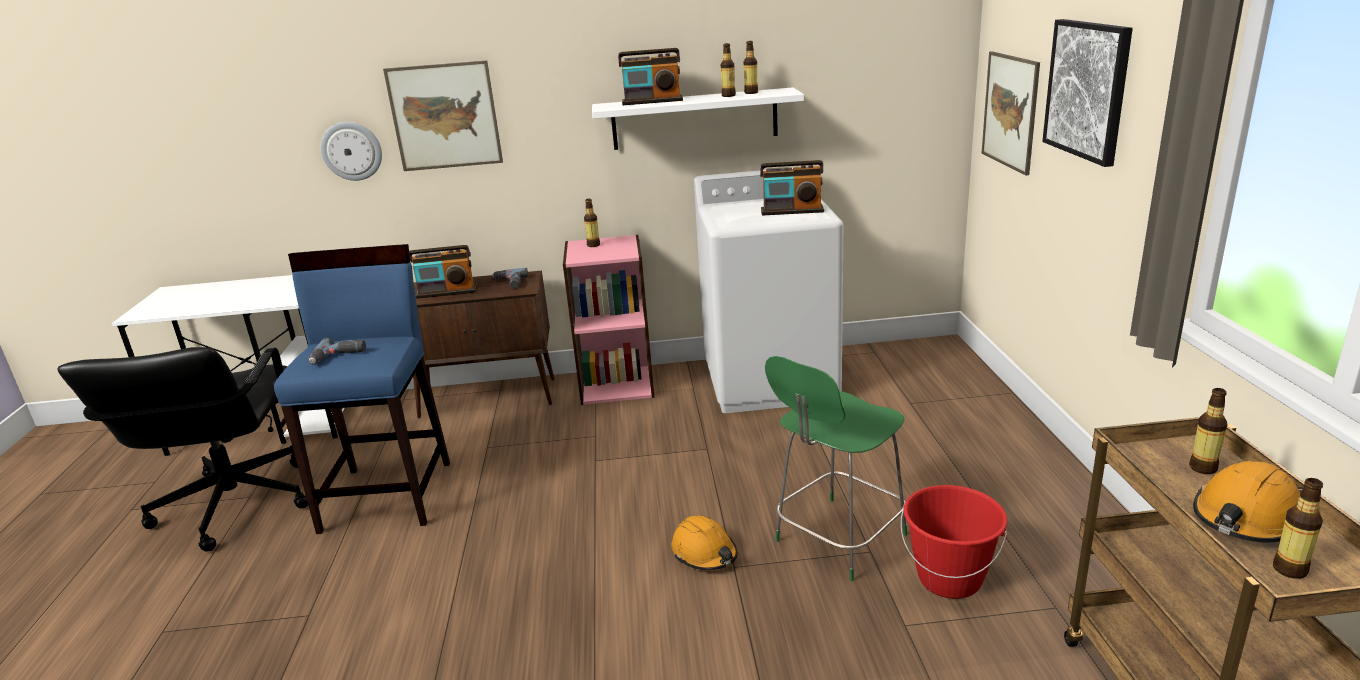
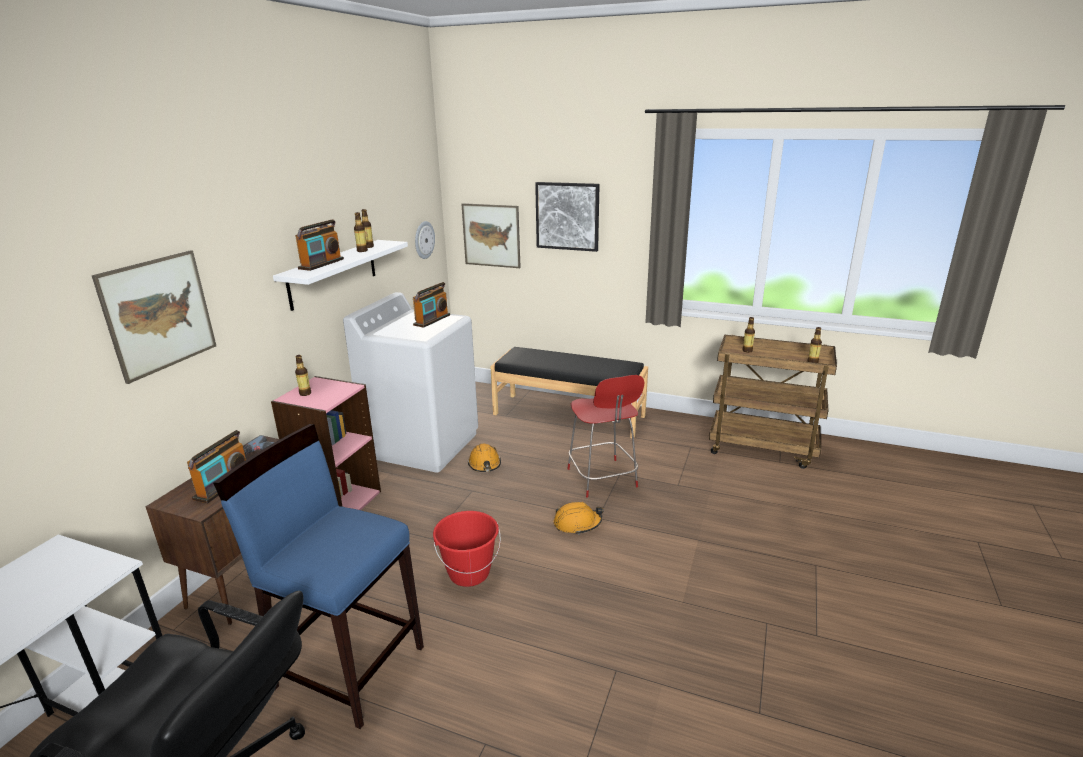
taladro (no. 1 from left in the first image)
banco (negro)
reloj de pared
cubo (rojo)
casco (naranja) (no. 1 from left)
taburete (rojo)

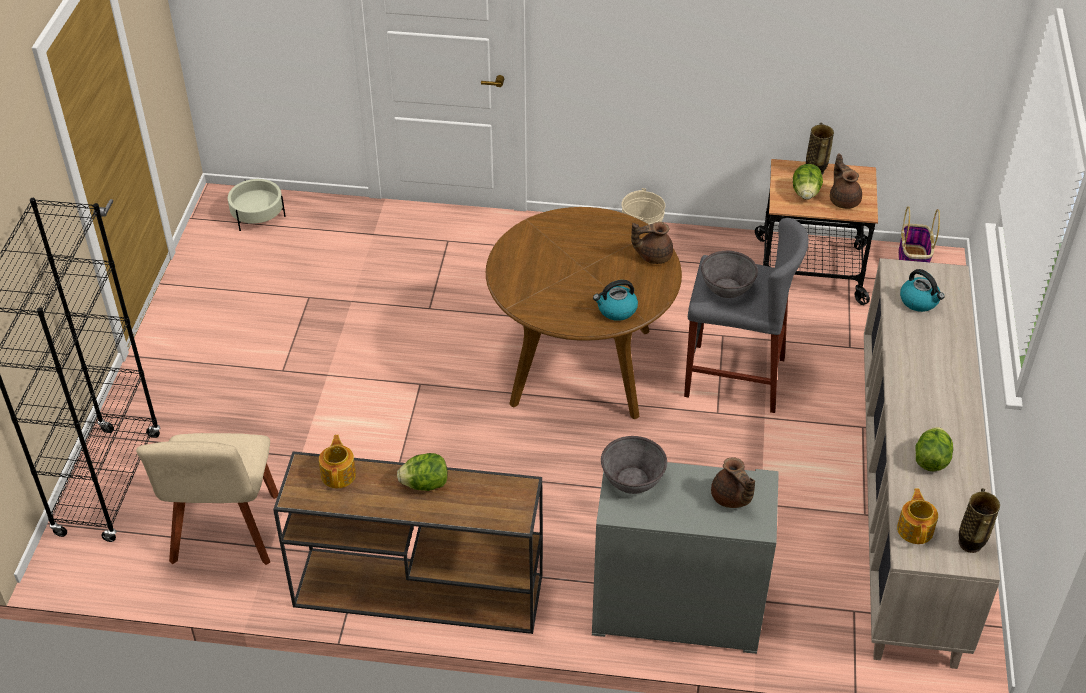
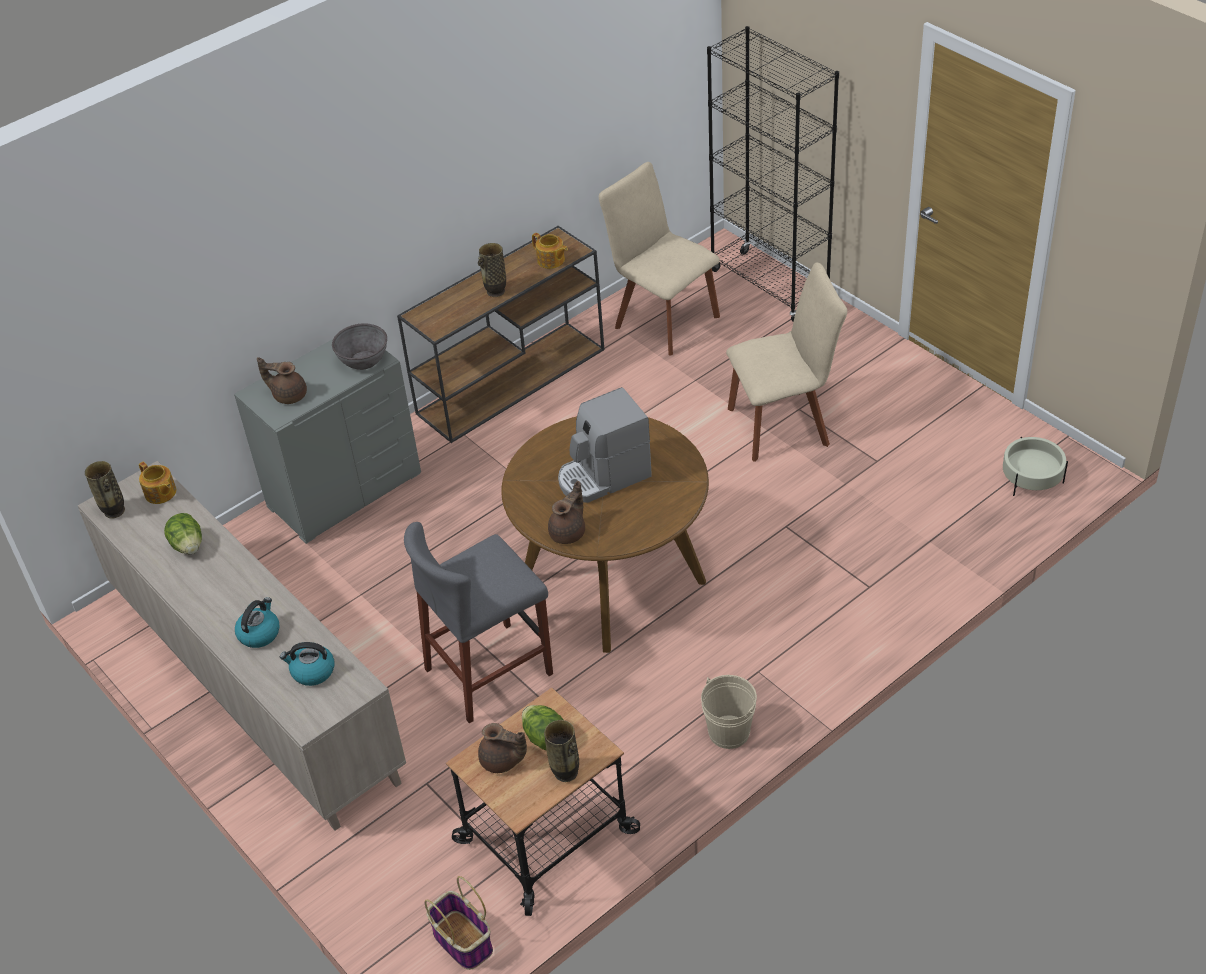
cuenco (gris) (no. 2 from left in the first image)
cafetera
silla (beis) (no. 2 from left)
hervidor (no. 1 from left)
florero (no. 2 from left)

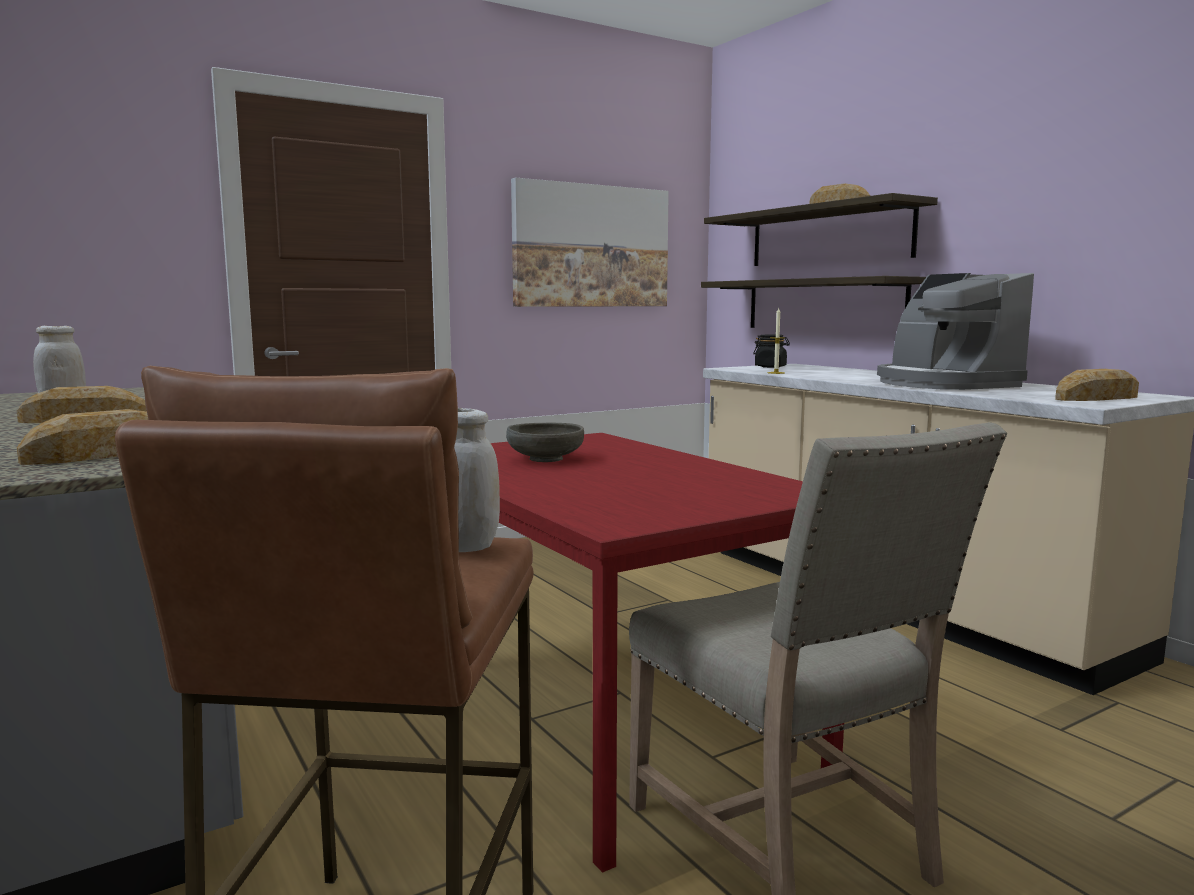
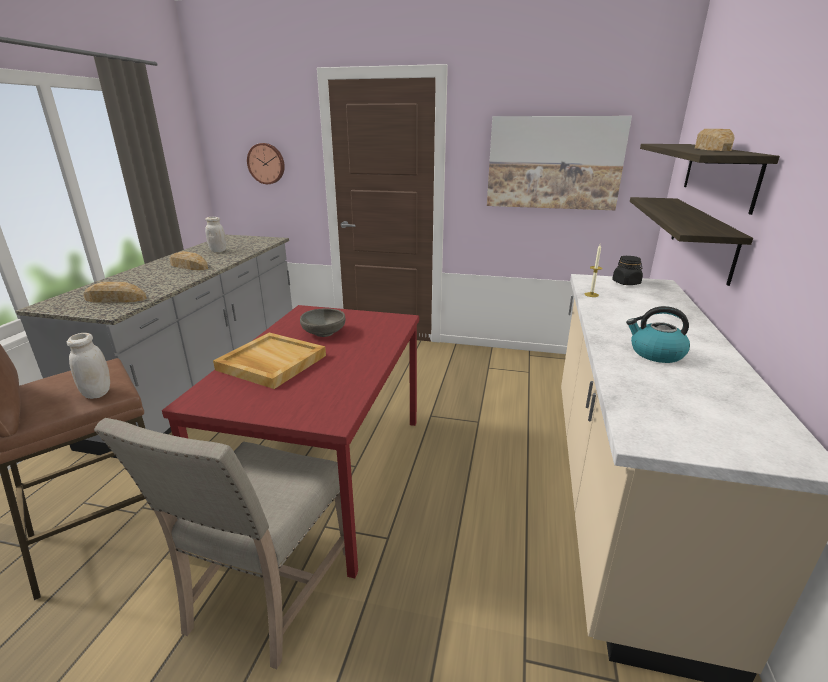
pan (no. 4 from left in the first image)
bandeja (beis)
reloj de pared
hervidor

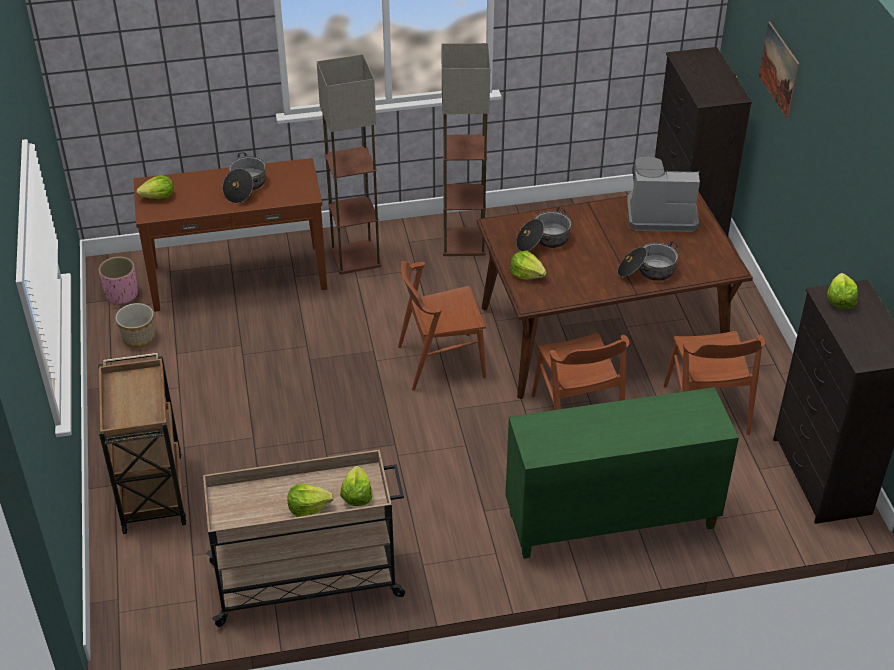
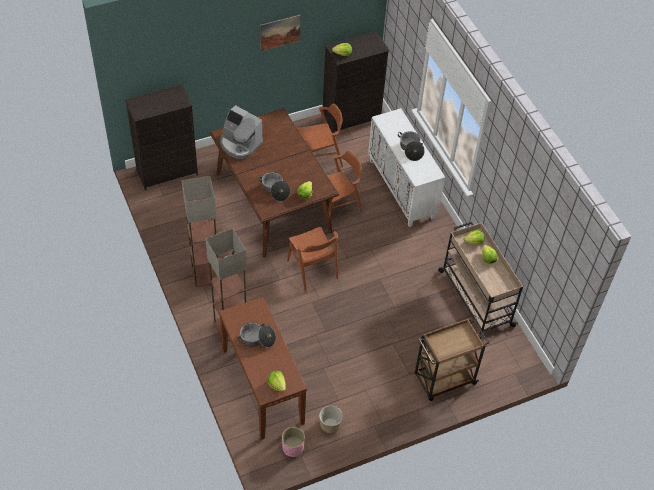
olla (no. 3 from left)
cuadro
armario (blanco)
cafetera

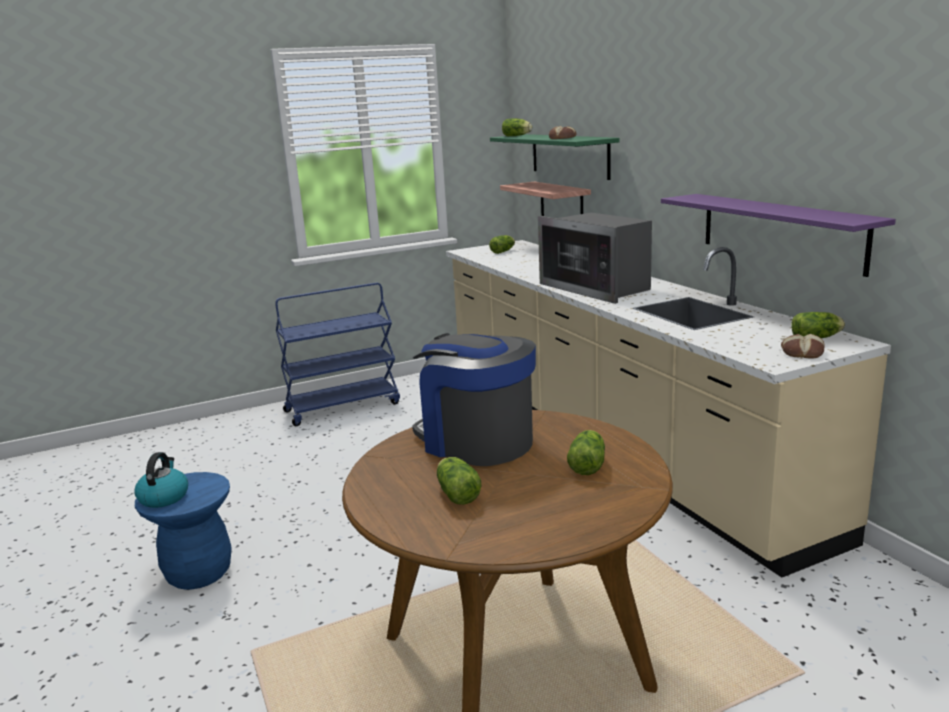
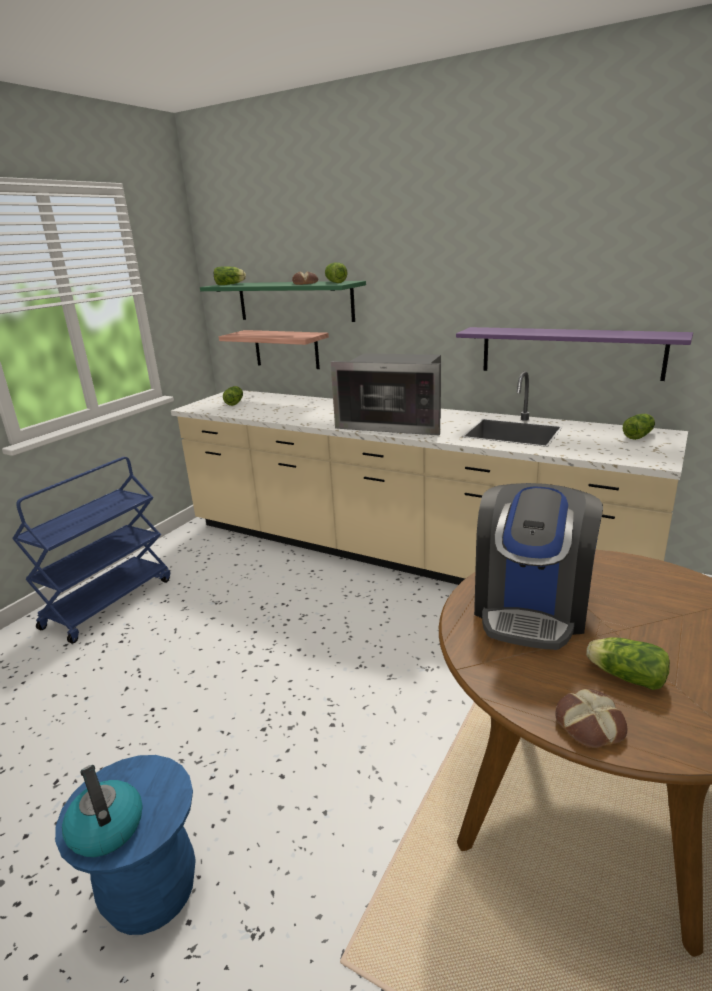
lechuga (no. 3 from left)
pan (no. 2 from left)
cafetera

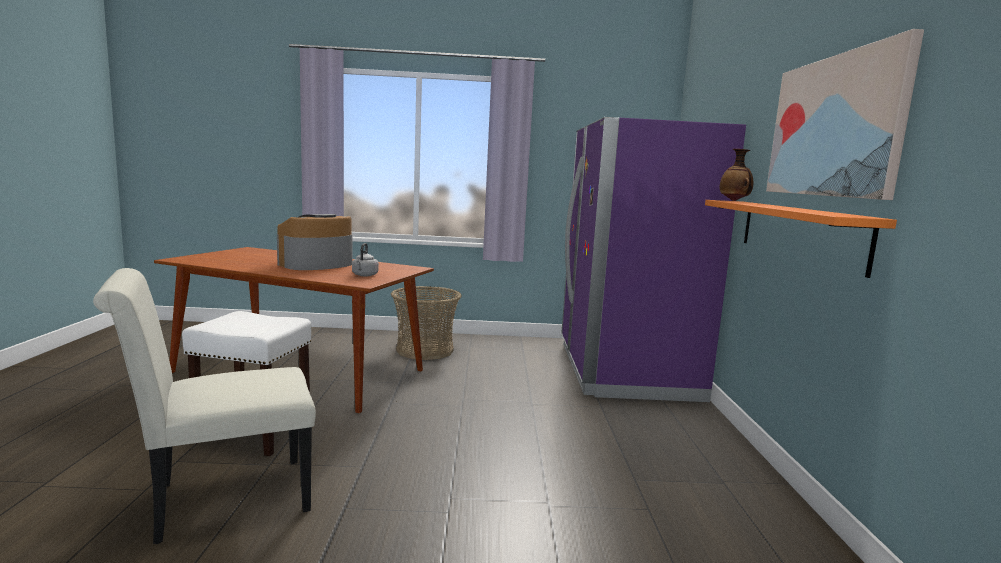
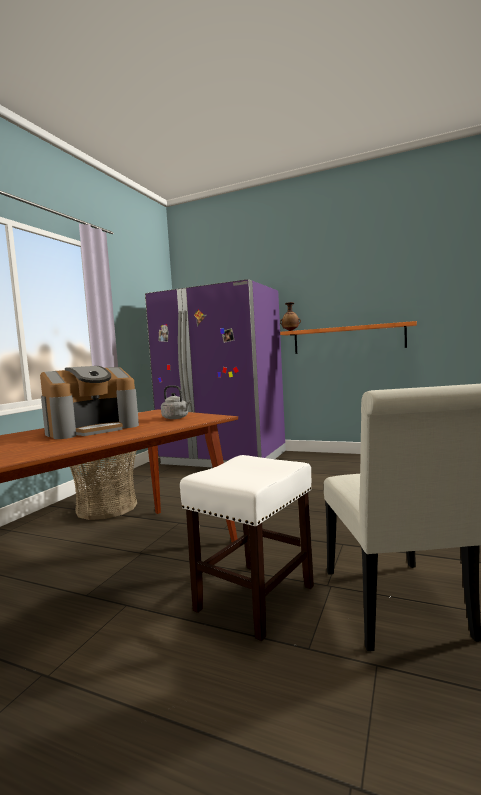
cuadro
cafetera

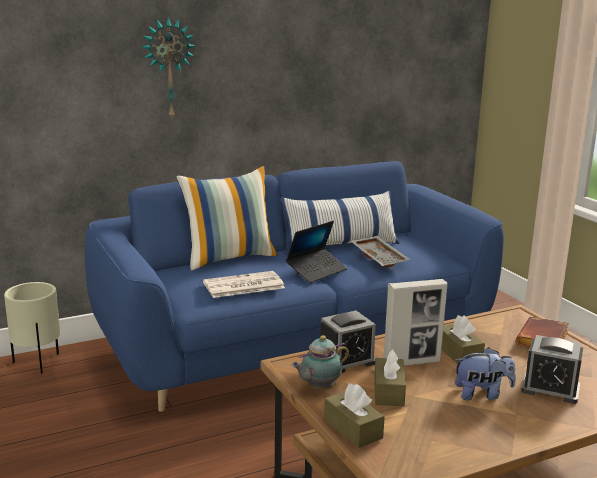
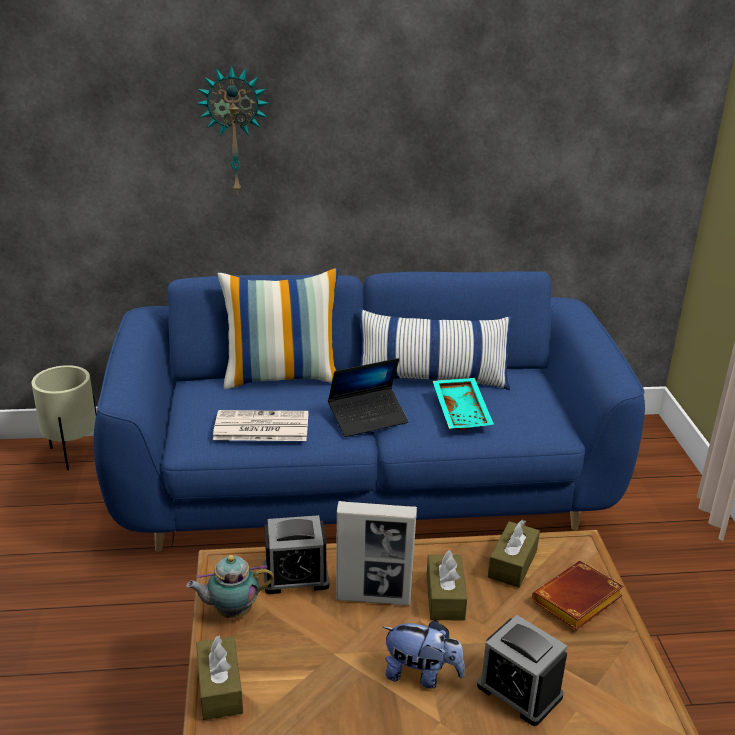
caja de pañuelos (marrón) (no. 3 from left)
bandeja (turquesa)

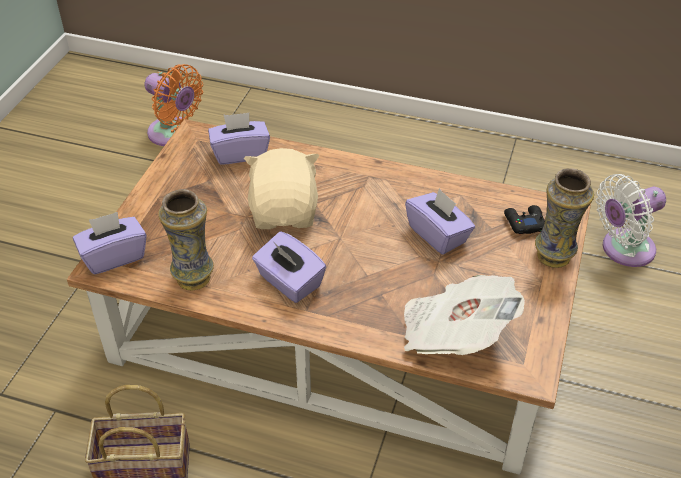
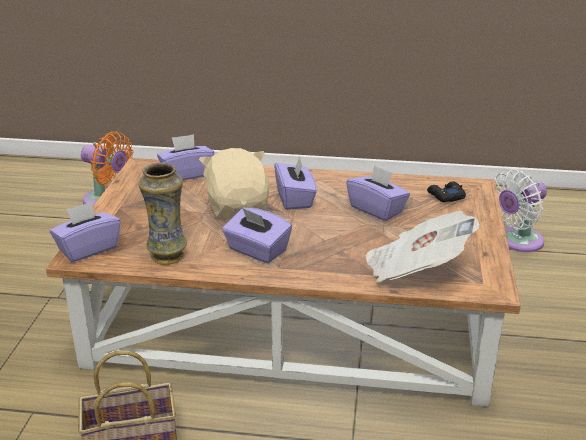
florero (no. 2 from left in the first image)
caja de pañuelos (morado) (no. 4 from left)

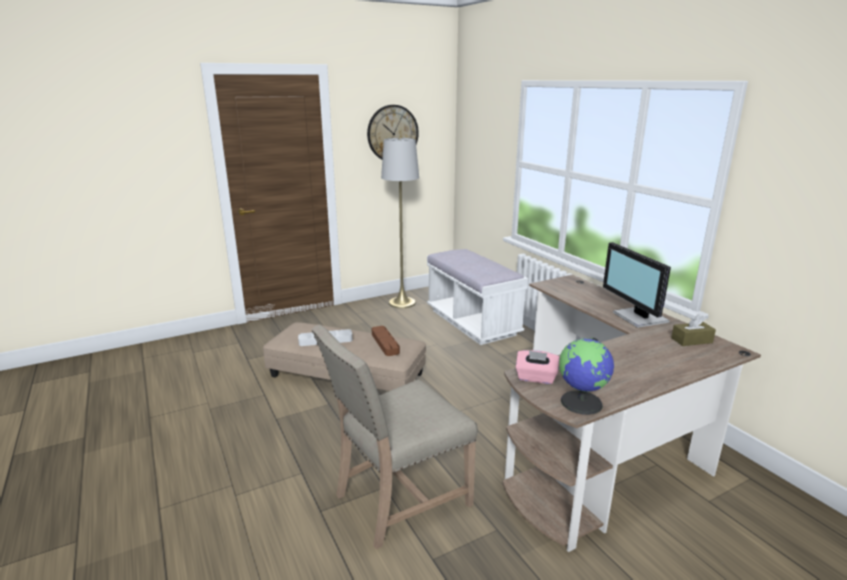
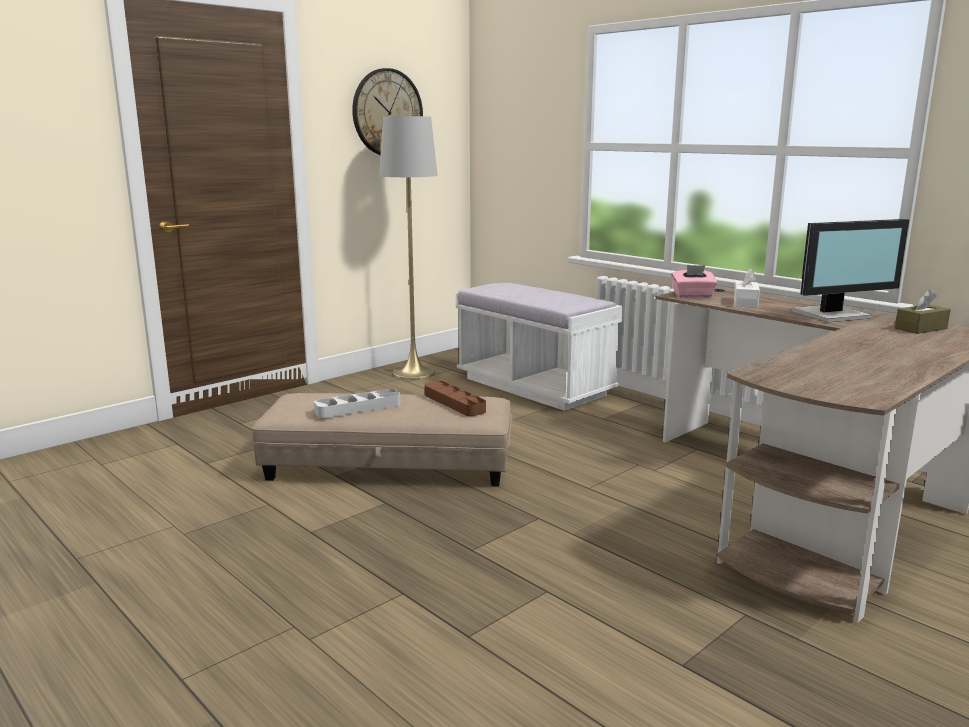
silla (beis)
globo terráqueo
caja de pañuelos (blanco)
caja de pañuelos (rosa)
monitor

